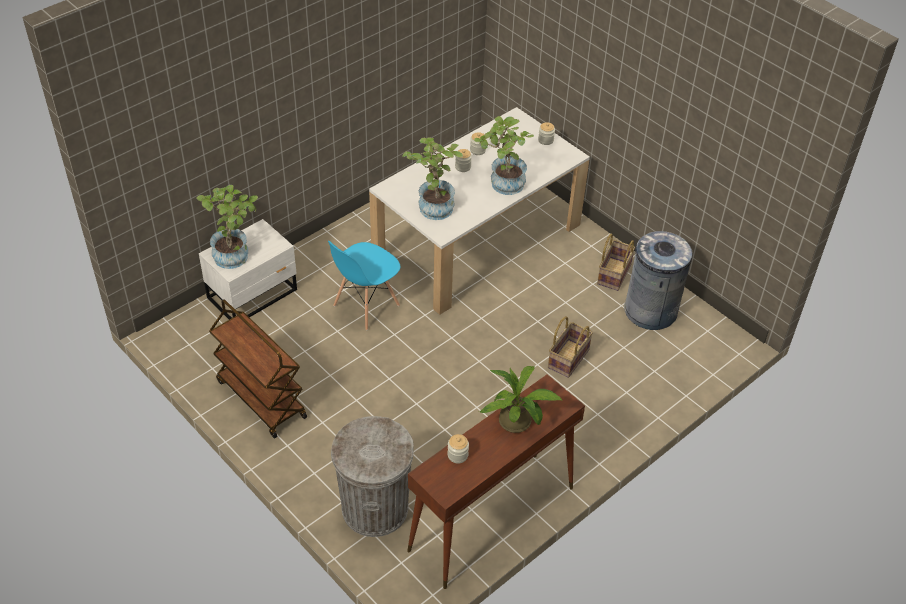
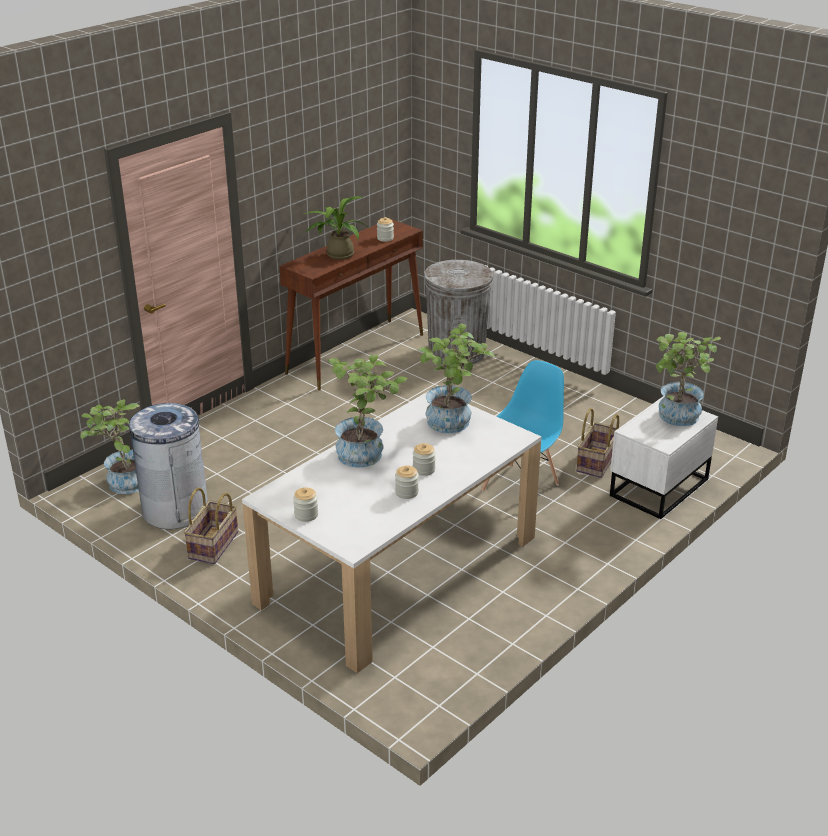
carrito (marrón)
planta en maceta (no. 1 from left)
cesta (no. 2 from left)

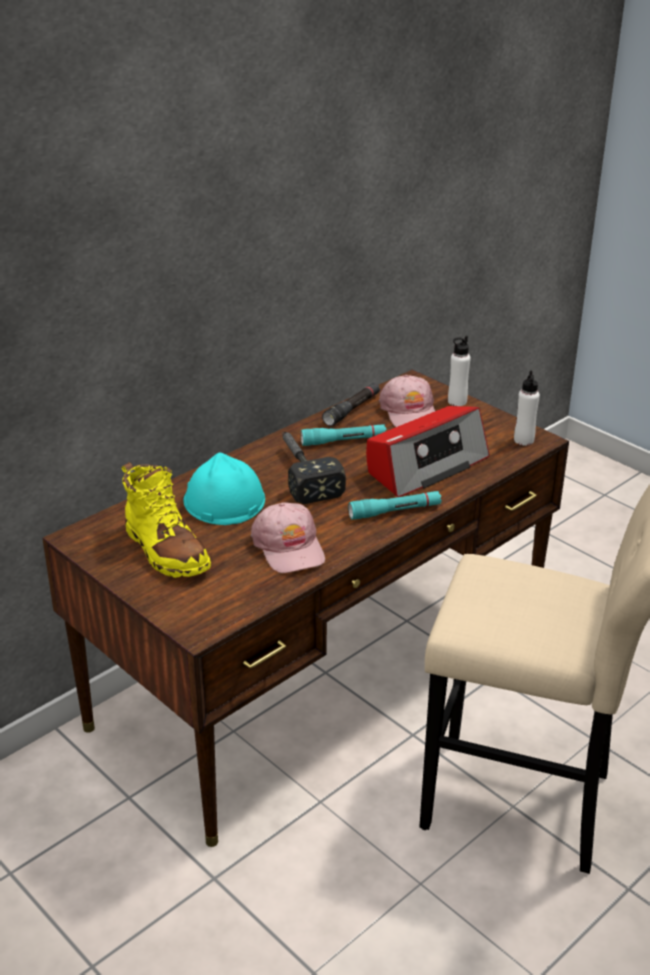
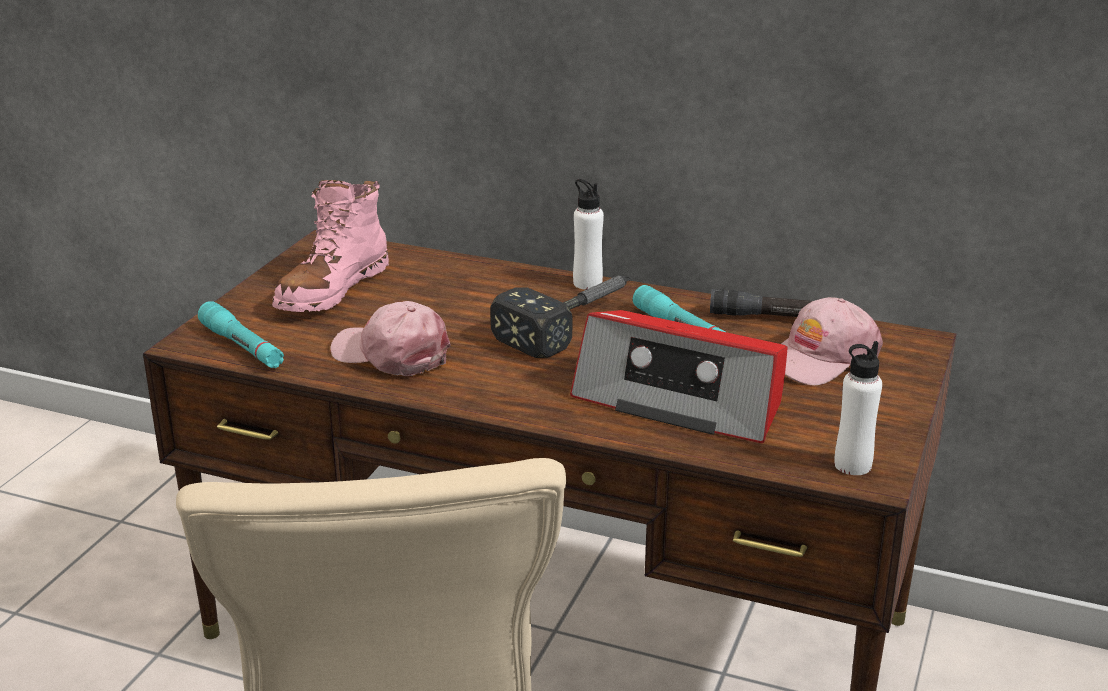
casco (turquesa)
linterna (turquesa) (no. 1 from left)
botella (blanco) (no. 1 from left)
bota (rosa)
gorra (rosa) (no. 1 from left)

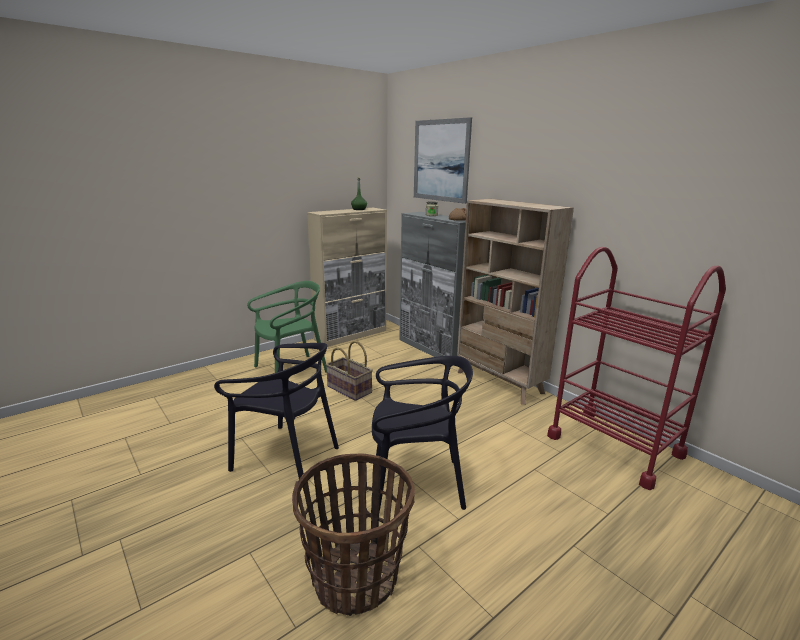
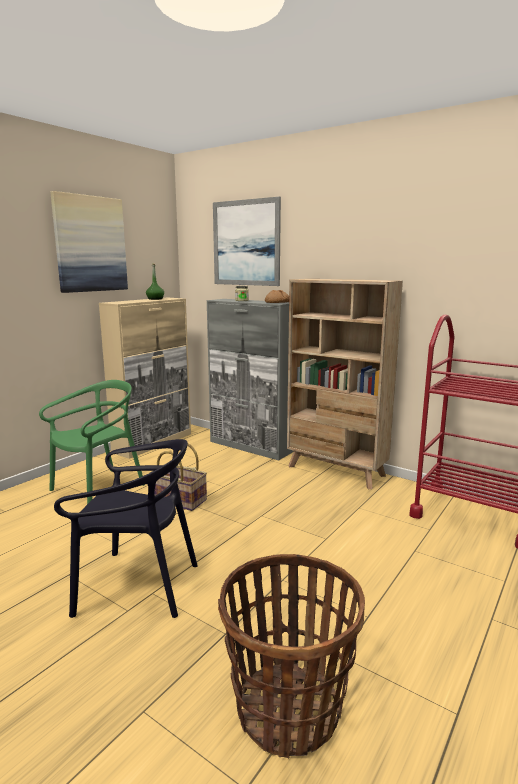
silla (negro) (no. 2 from left in the first image)
cuadro (no. 1 from left)

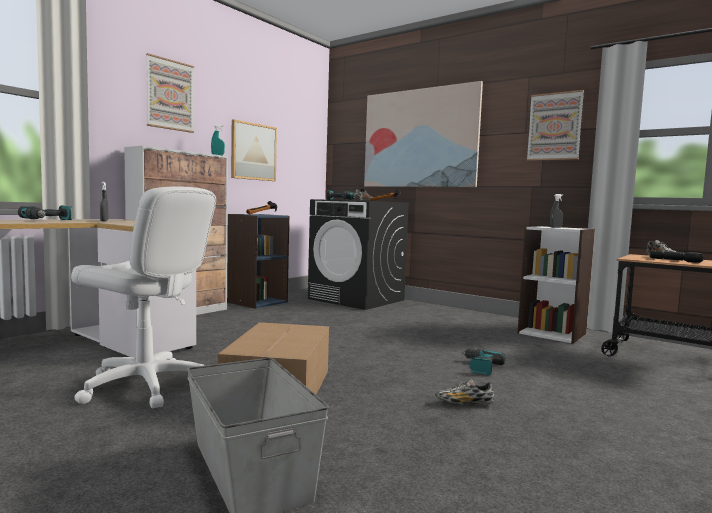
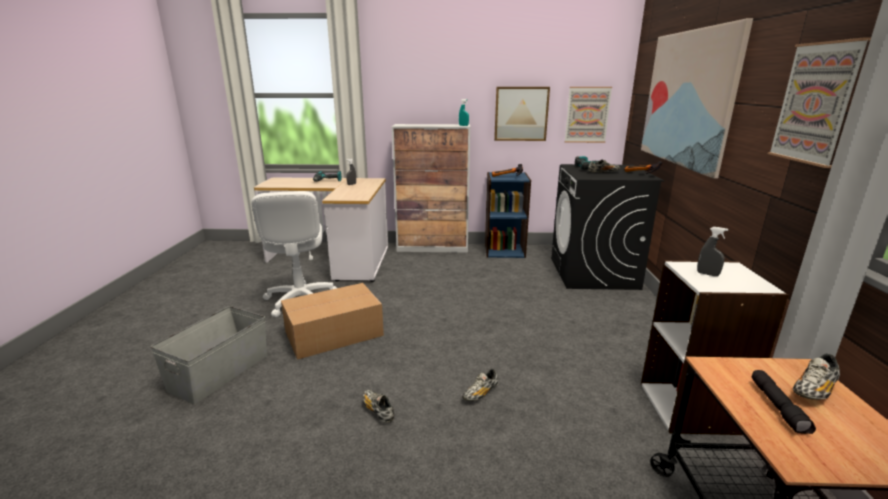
cuadro (no. 2 from left)
zapato (no. 2 from left)

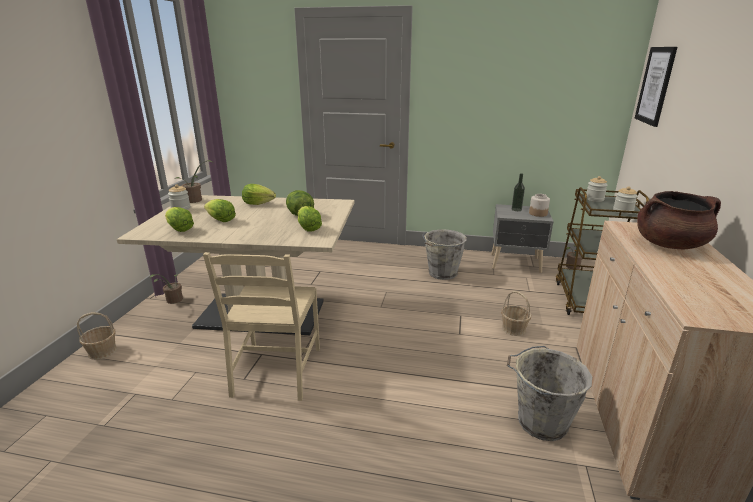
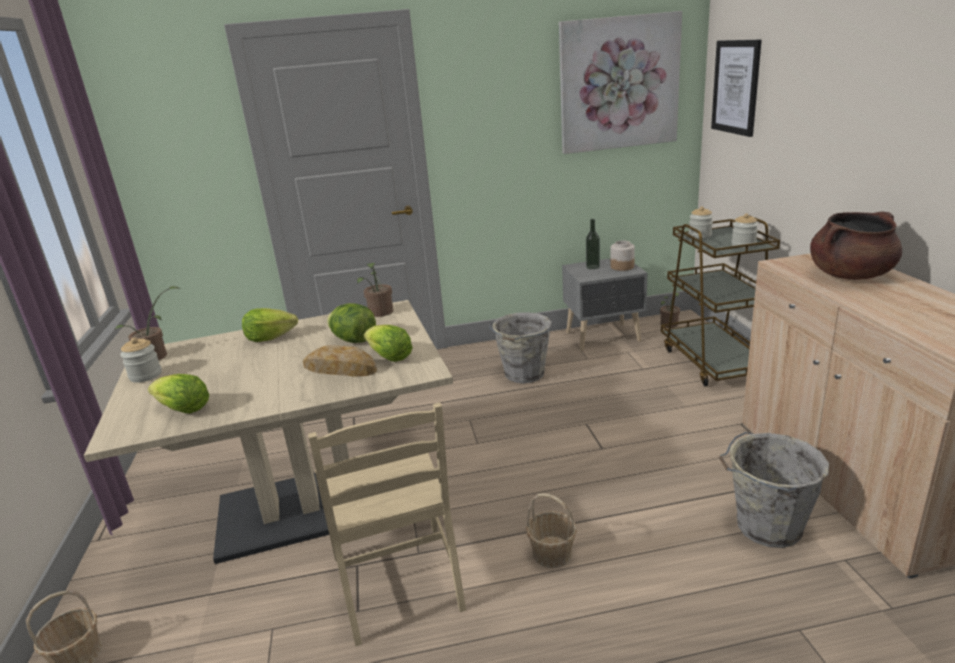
lechuga (no. 2 from left in the first image)
pan
cuadro (no. 1 from left)
planta en maceta (no. 2 from left)
cesta (no. 2 from left)

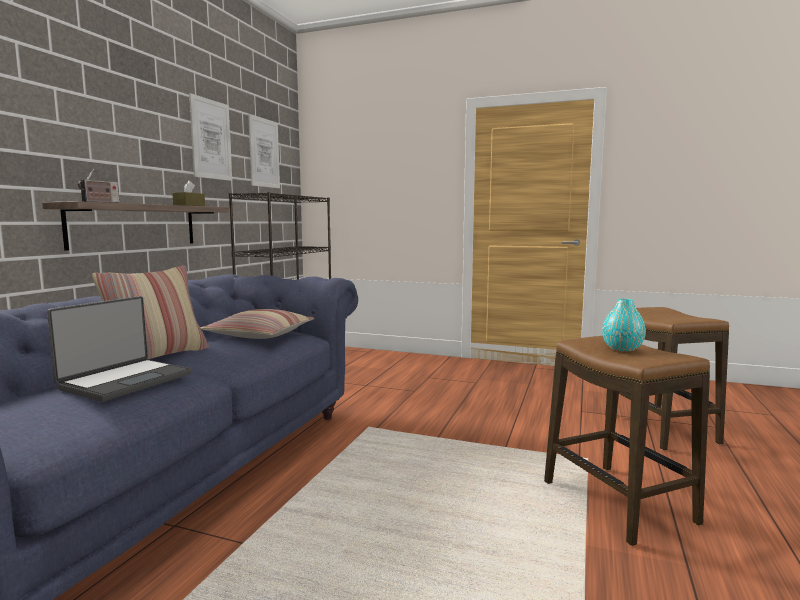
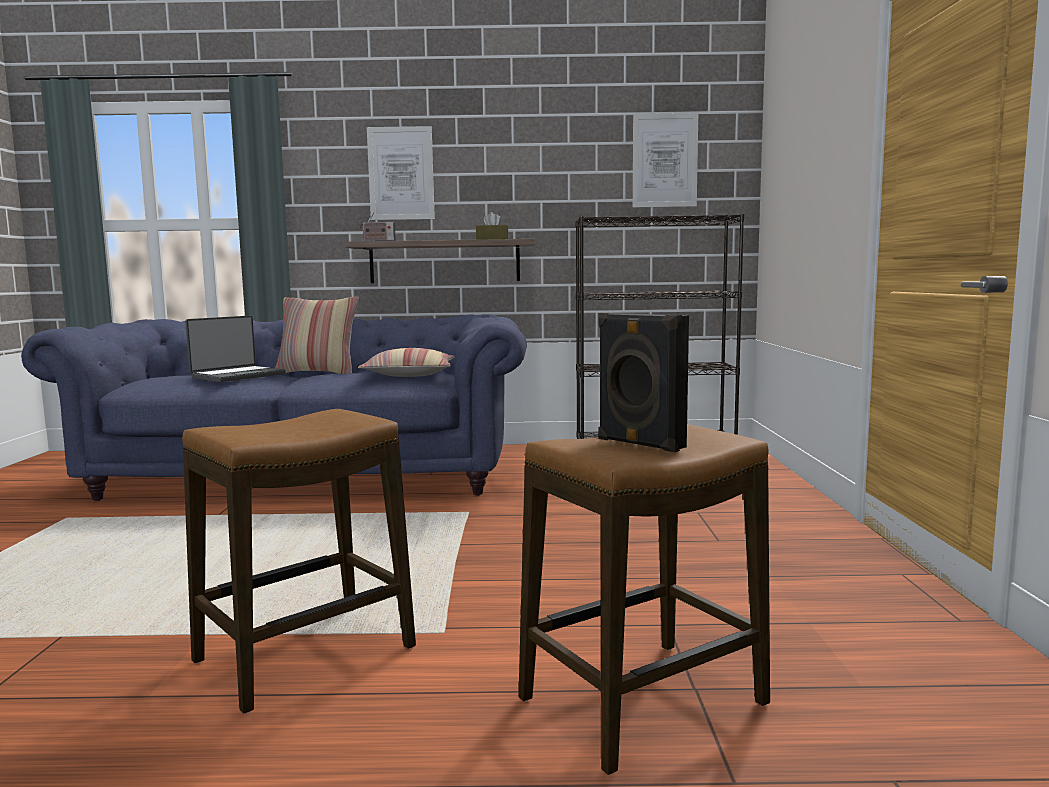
florero (turquesa)
altavoz (negro)
cuadro (no. 1 from left)
portátil

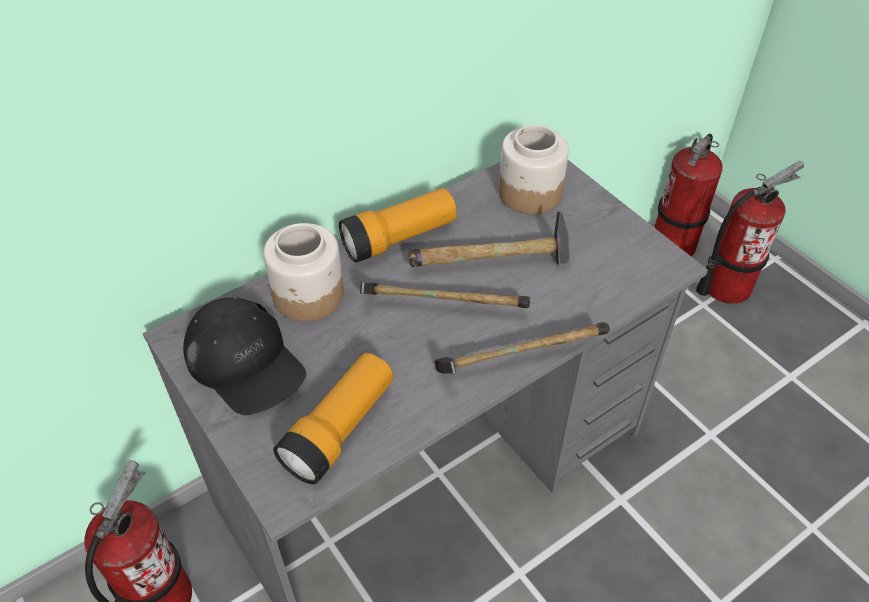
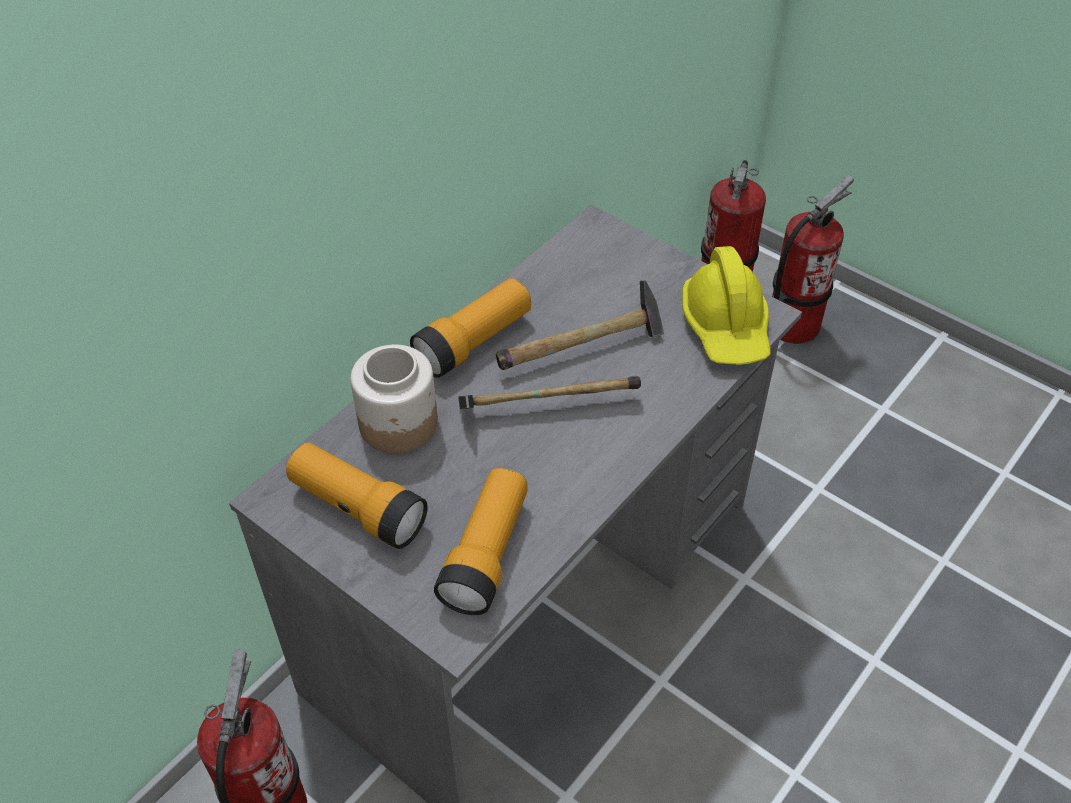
martillo (no. 3 from left in the first image)
tarro (no. 2 from left in the first image)
casco (amarillo)
linterna (no. 1 from left)

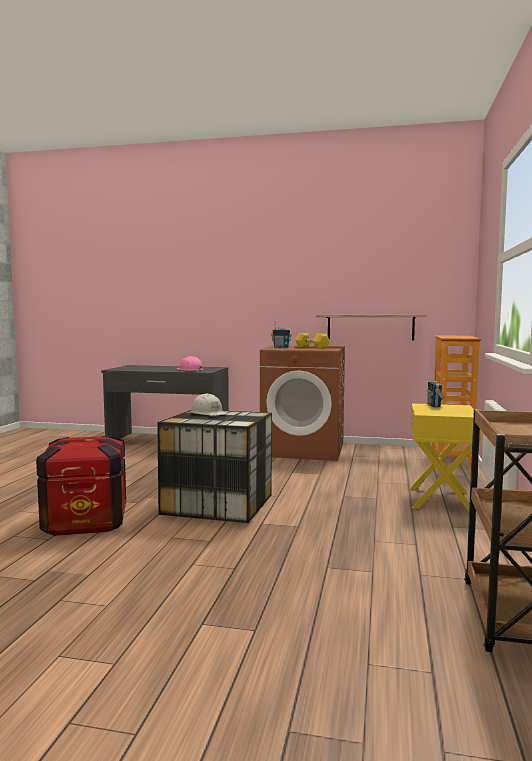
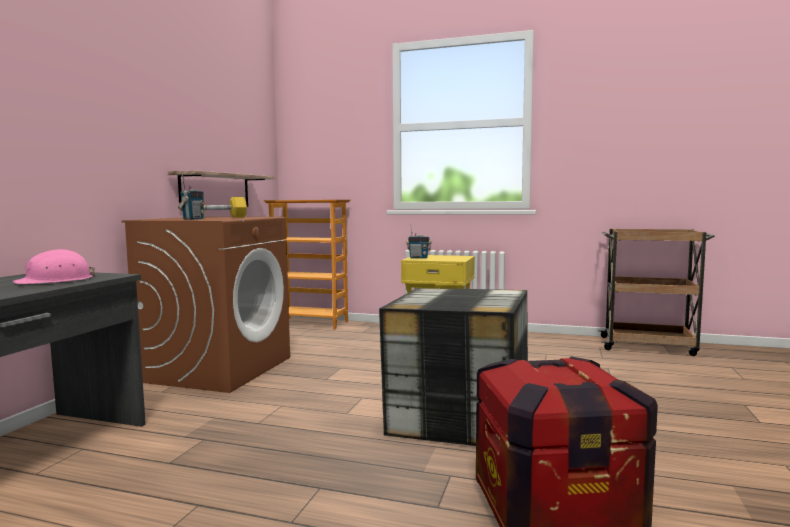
casco (blanco)

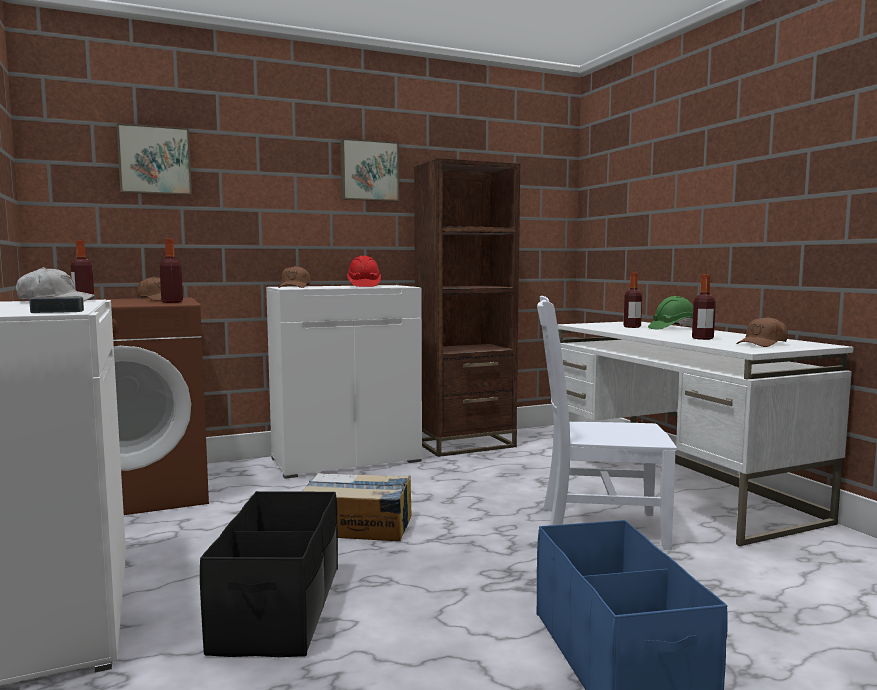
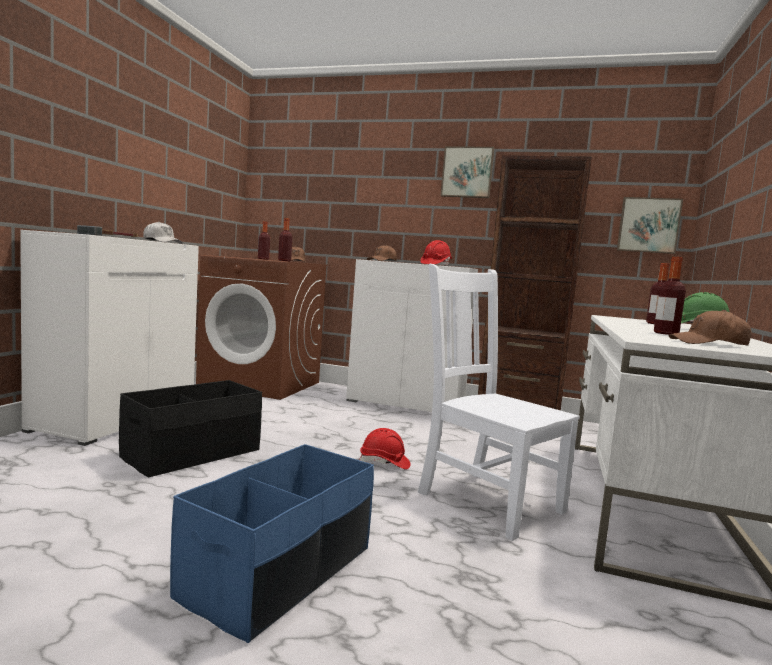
caja de cartón
casco (rojo) (no. 1 from left)
cuadro (no. 2 from left)

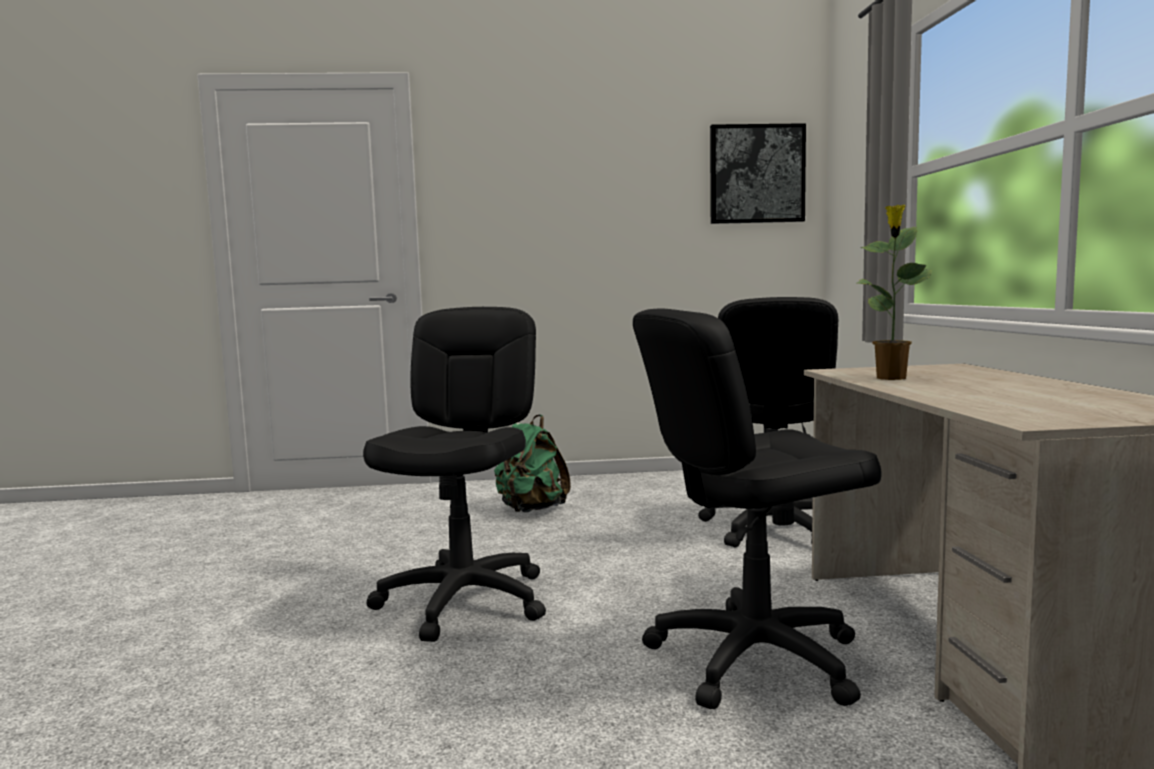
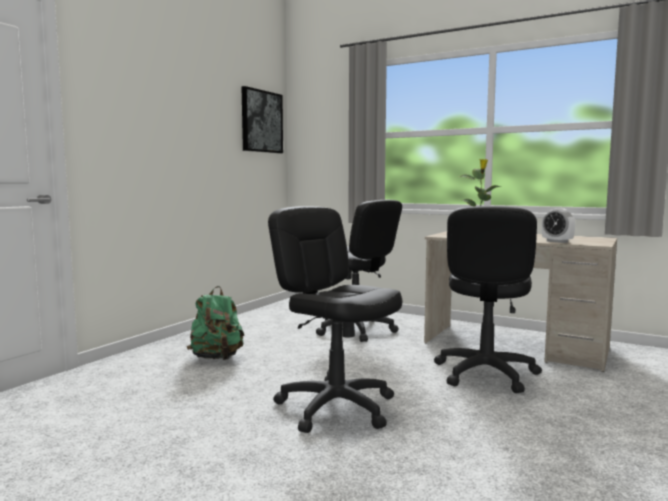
despertador

